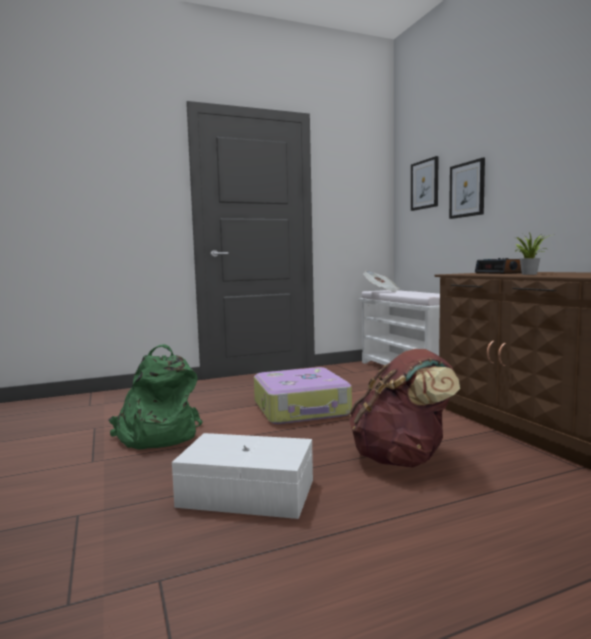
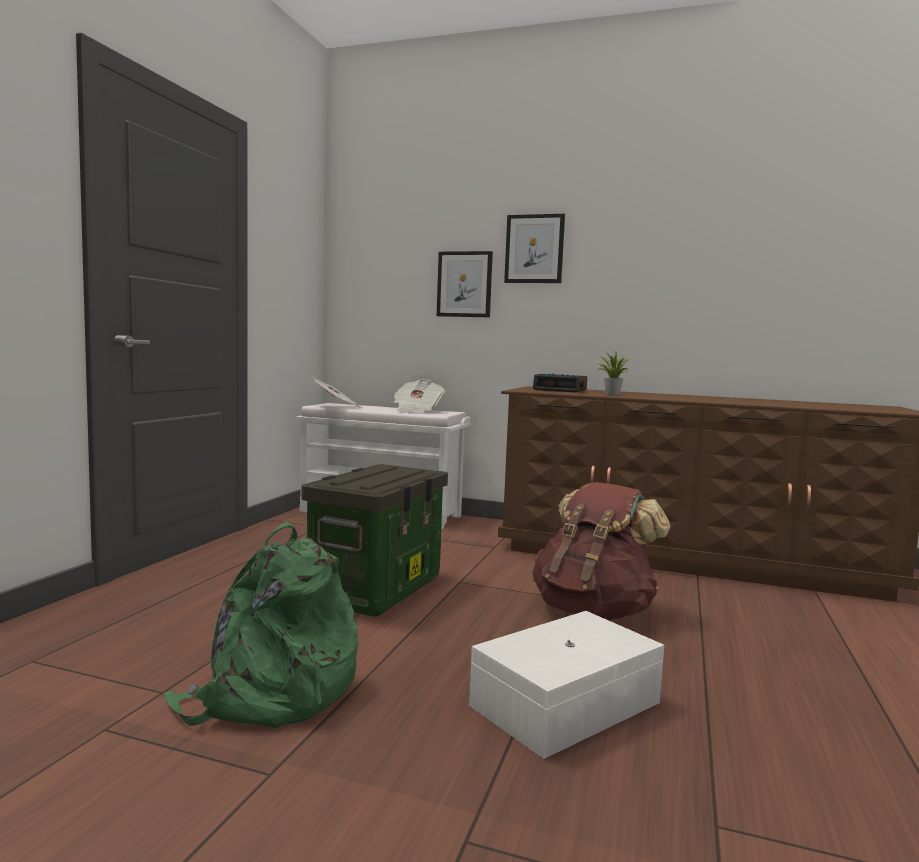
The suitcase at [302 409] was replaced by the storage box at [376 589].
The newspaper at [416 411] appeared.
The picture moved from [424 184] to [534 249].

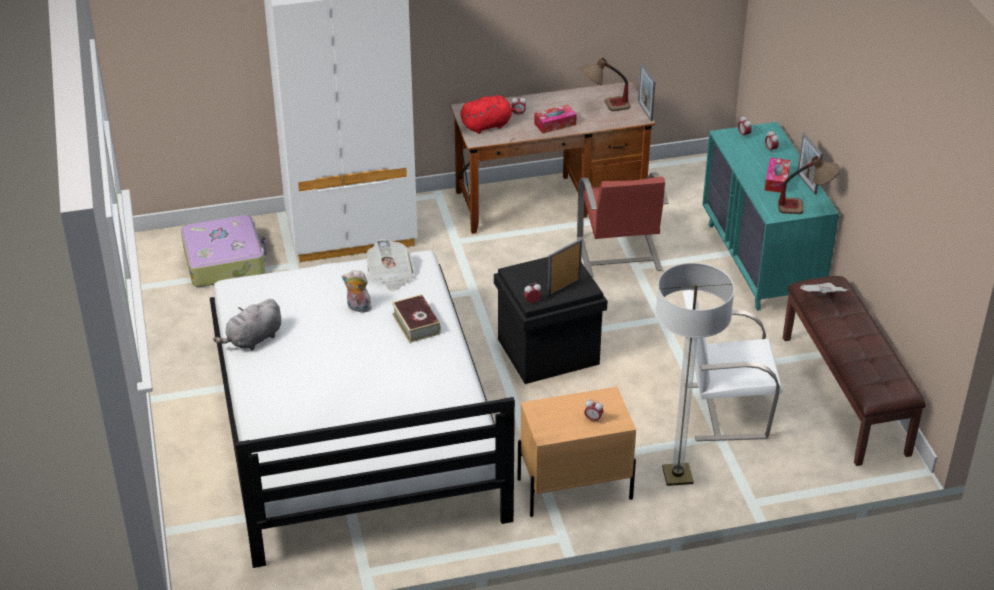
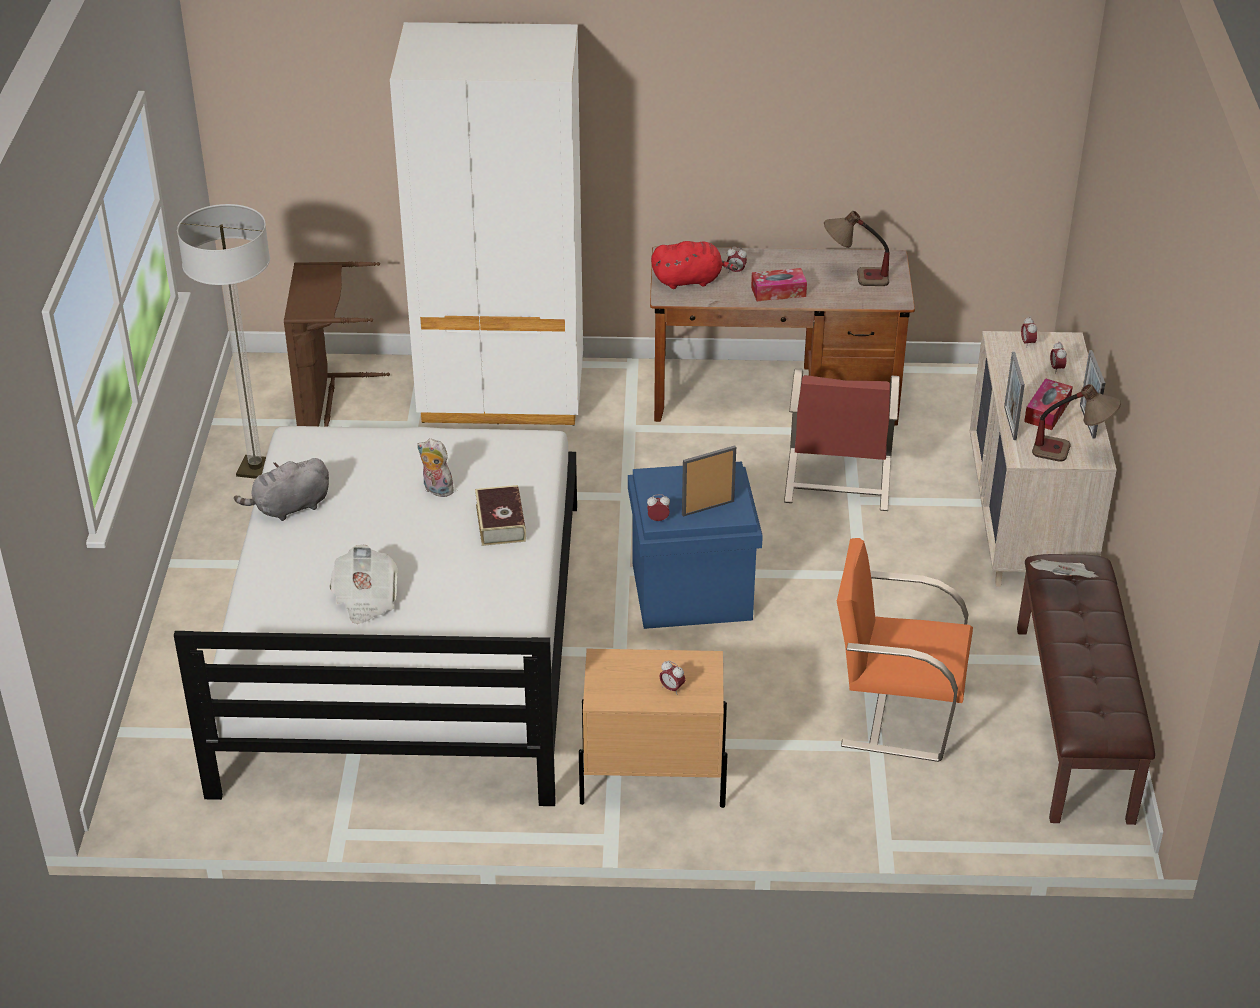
The floor lamp moved from [677 475] to [256 469].
The suitcase at [225 261] was replaced by the laundry basket (brown) at [331 406].
The newspaper moved from [391 275] to [365 599].
The storage box (black) at [547 352] became the storage box (blue) at [690 592].
The chair (white) at [723 410] became the chair (orange) at [895 712].
The dresser (turquoise) at [760 262] became the dresser (beige) at [1027 523].
The picture frame moved from [645 111] to [1010 423].

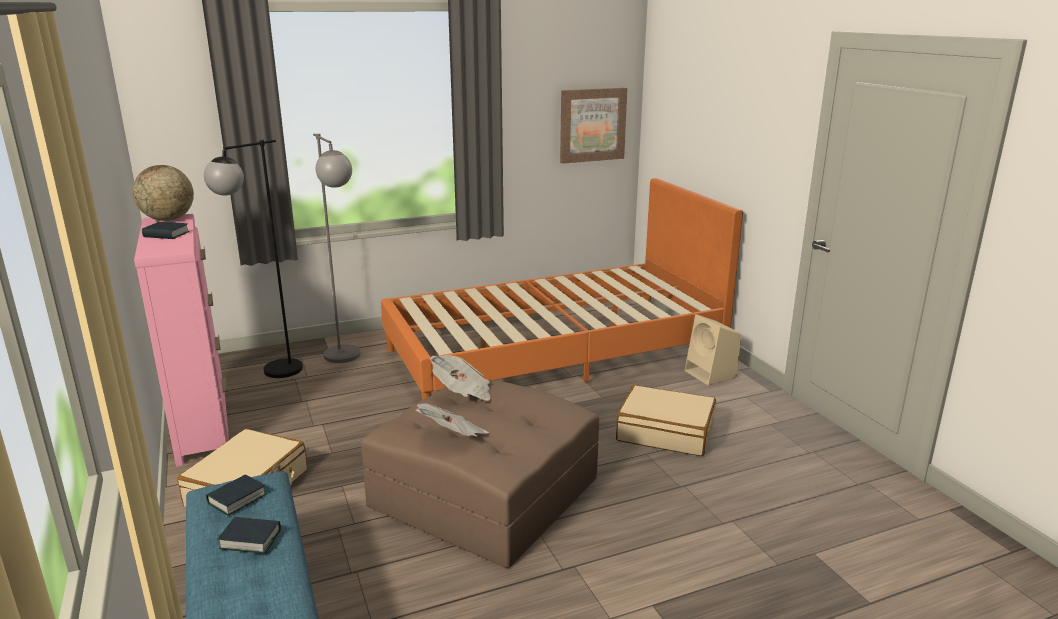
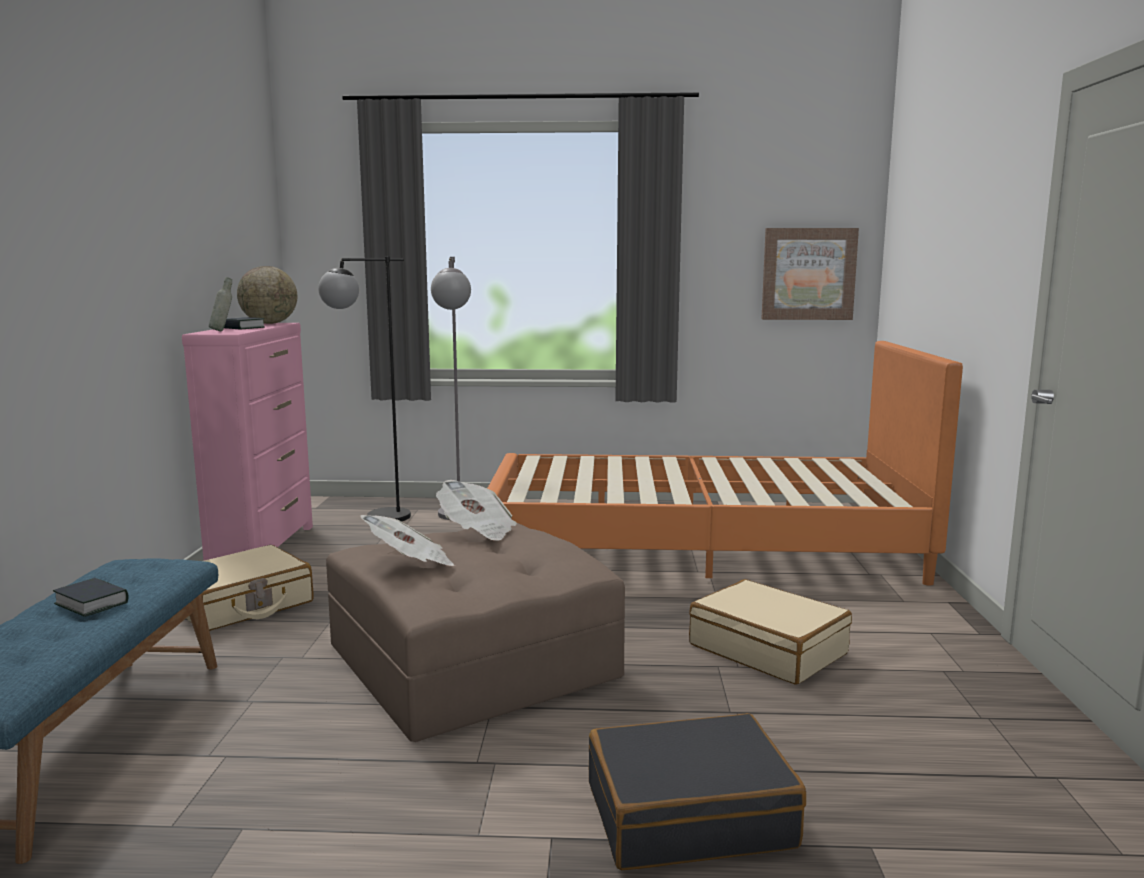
The bottle (grey) at [223 331] appeared.
The suitcase (black) at [689 814] appeared.
The book at [237 499] disappeared.
The speaker (beige) at [711 374] disappeared.

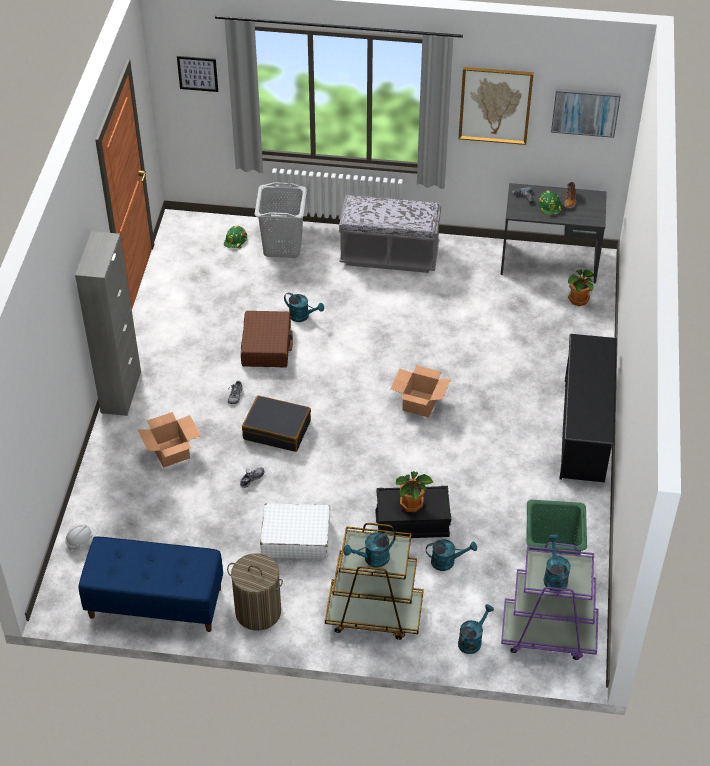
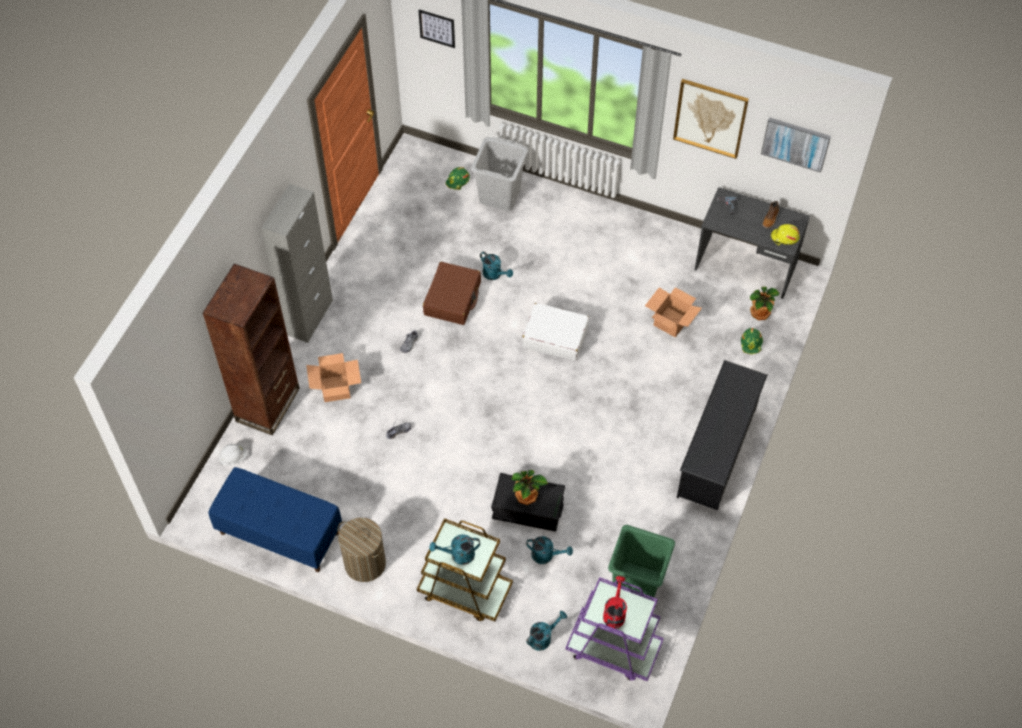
The bookcase (brown) at [268 405] appeared.
The suitcase (white) moved from [295 538] to [555 337].
The watering can (turquoise) at [554 576] became the watering can (red) at [614 612].
The cardboard box moved from [420 404] to [671 322].
The hard hat (green) moved from [550 207] to [751 343].
The hard hat (yellow) at [784 238] appeared.
The suitcase (black) at [277 430] disappeared.
The bench (grey) at [389 256] disappeared.

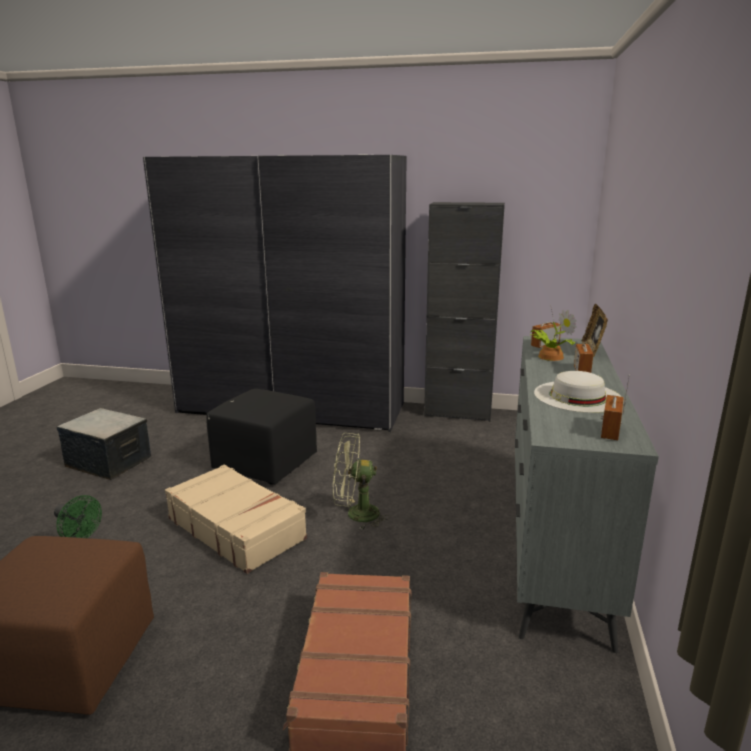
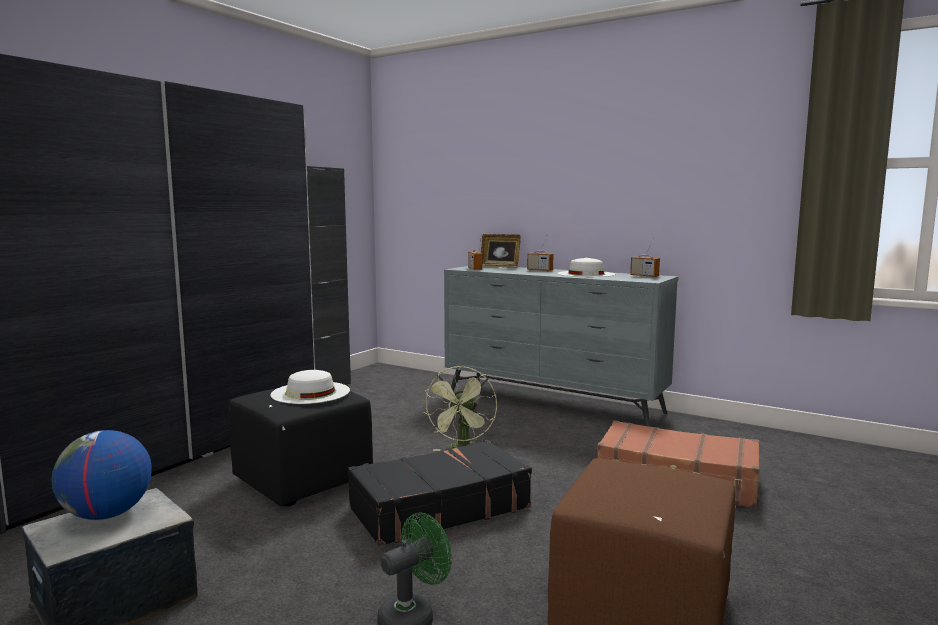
The globe at [106 515] appeared.
The hat (white) at [310 392] appeared.
The suitcase (beige) at [236 528] became the suitcase (black) at [438 507].
The potted plant at [549 357] disappeared.

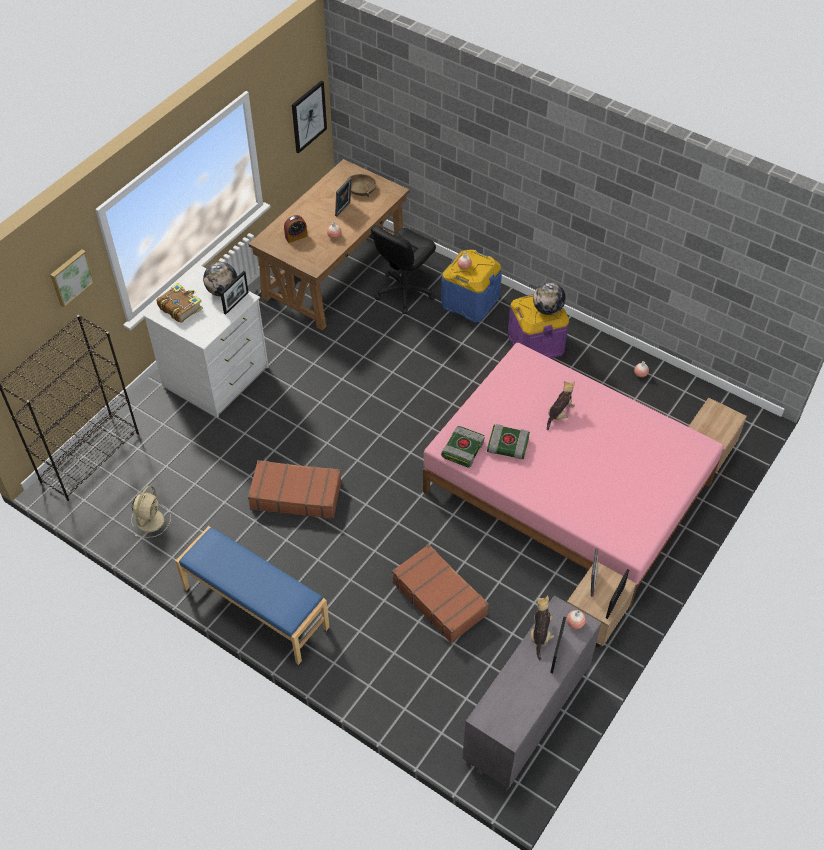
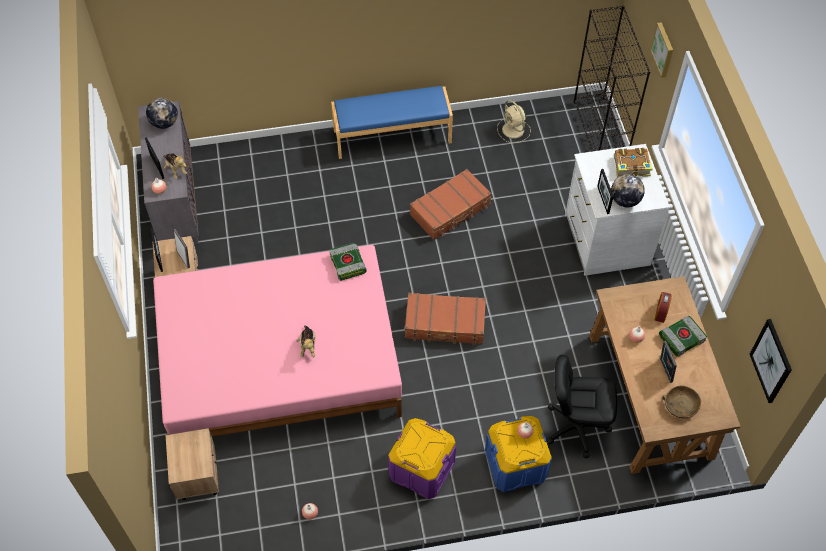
The globe moved from [547 309] to [164 123].
The suitcase (brown) moved from [439 598] to [445 324].
The office chair (black) at [404 292] turned 75 degrees counterclockwise.
The book moved from [507 446] to [681 337].

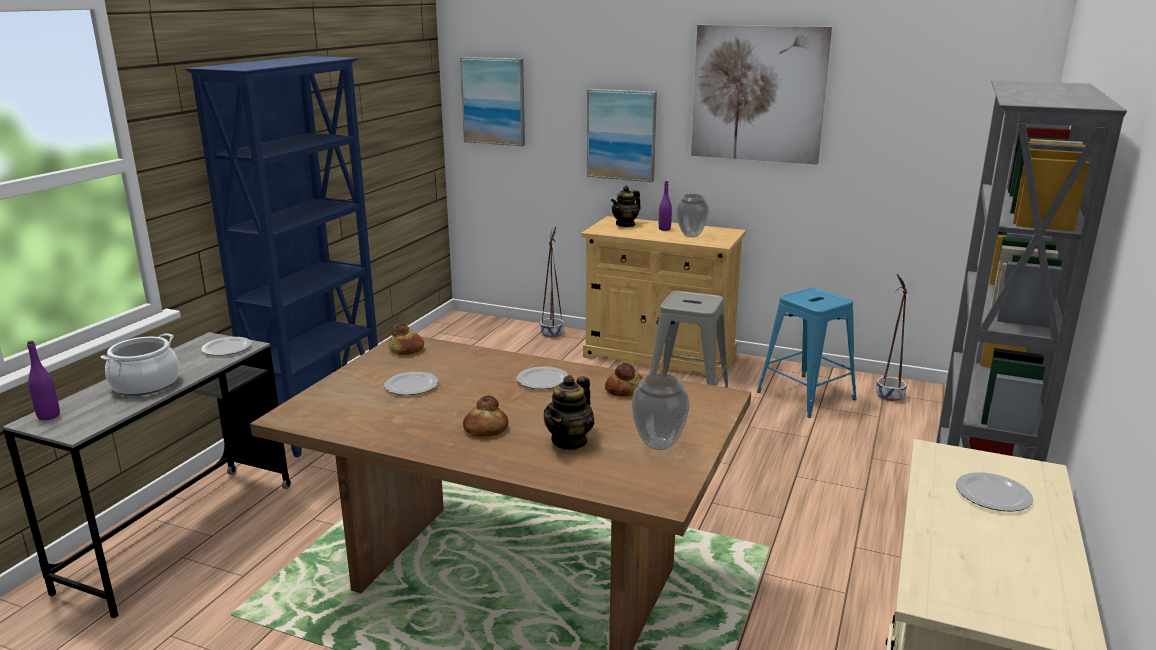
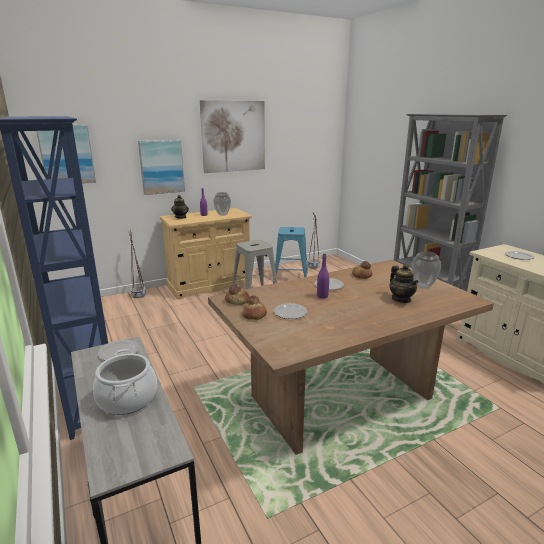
The bread moved from [485 429] to [254 315].
The bottle (purple) moved from [49 416] to [322 296].

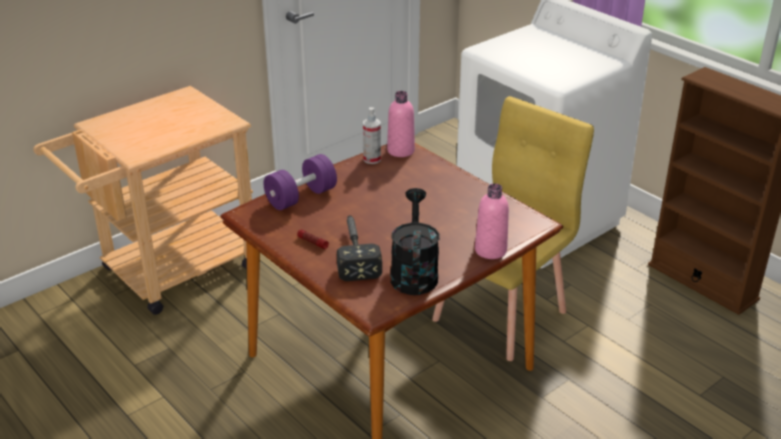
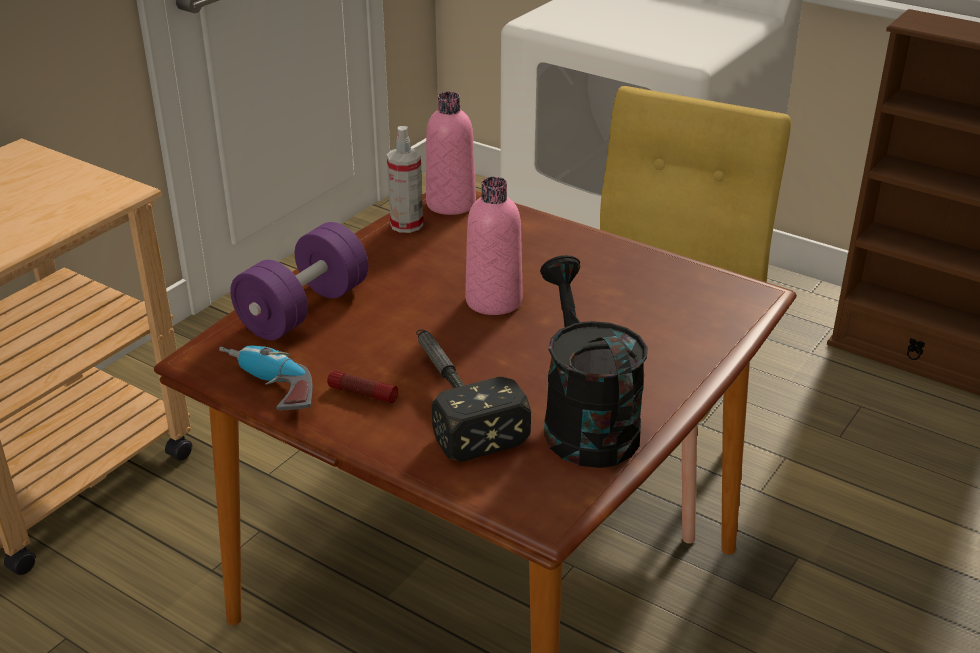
The power drill at [267 389] appeared.
The bottle (pink) moved from [490 250] to [493 301].

